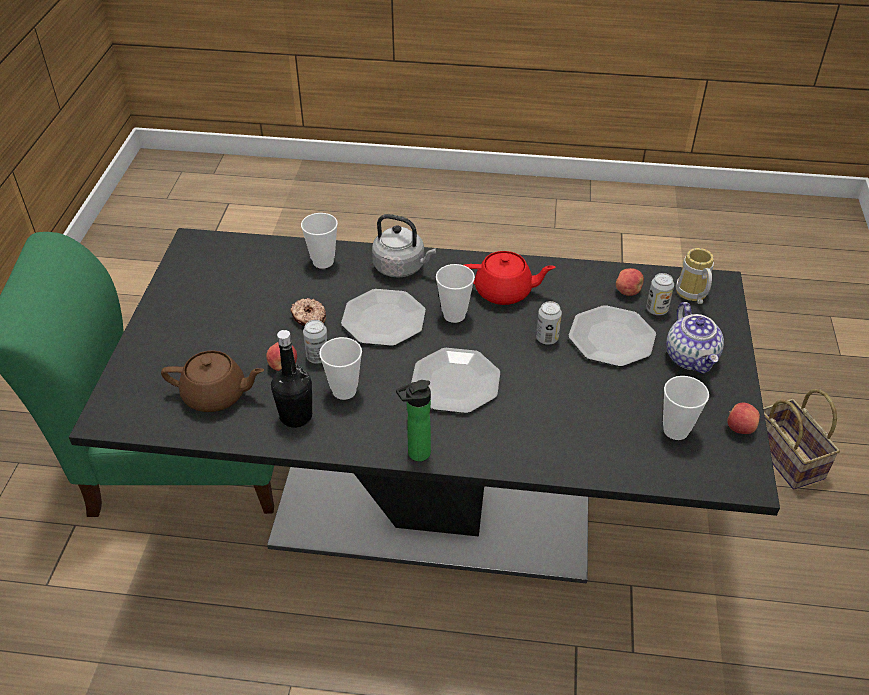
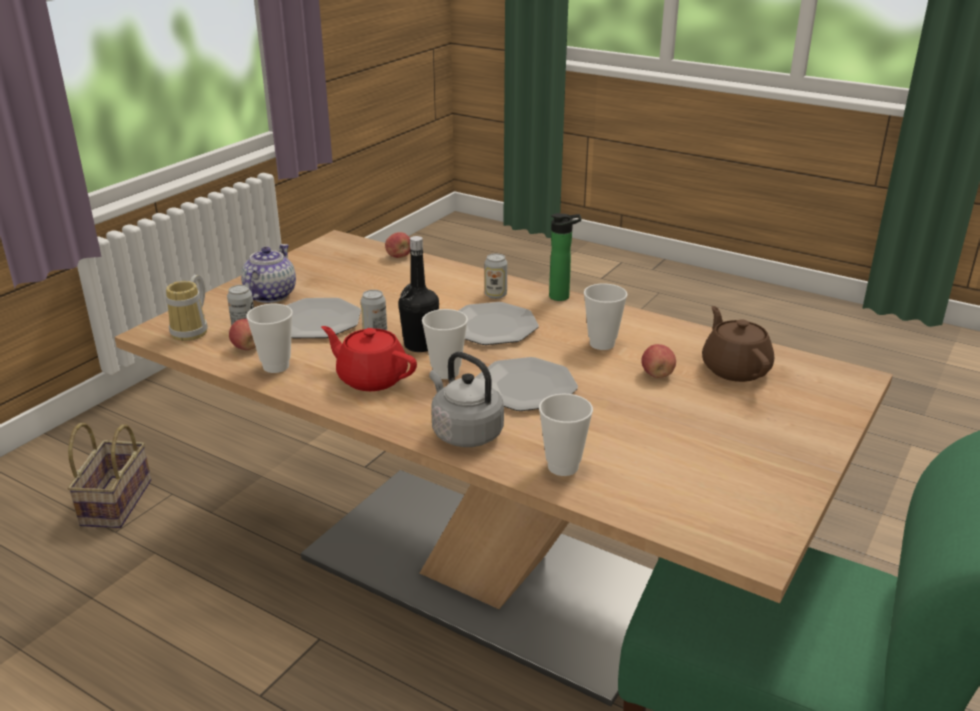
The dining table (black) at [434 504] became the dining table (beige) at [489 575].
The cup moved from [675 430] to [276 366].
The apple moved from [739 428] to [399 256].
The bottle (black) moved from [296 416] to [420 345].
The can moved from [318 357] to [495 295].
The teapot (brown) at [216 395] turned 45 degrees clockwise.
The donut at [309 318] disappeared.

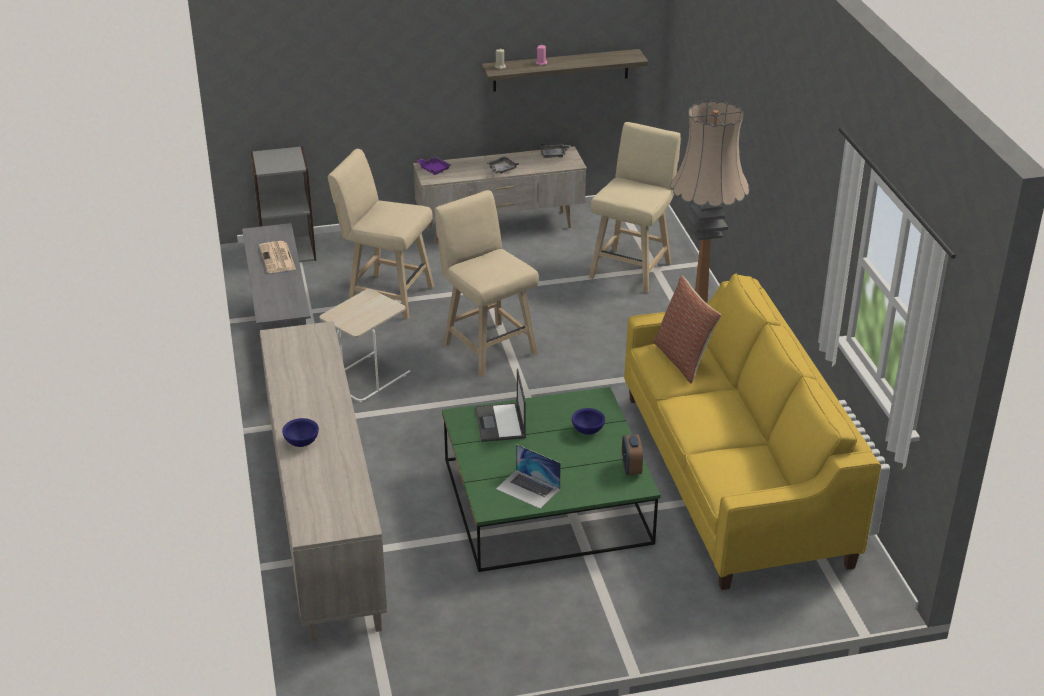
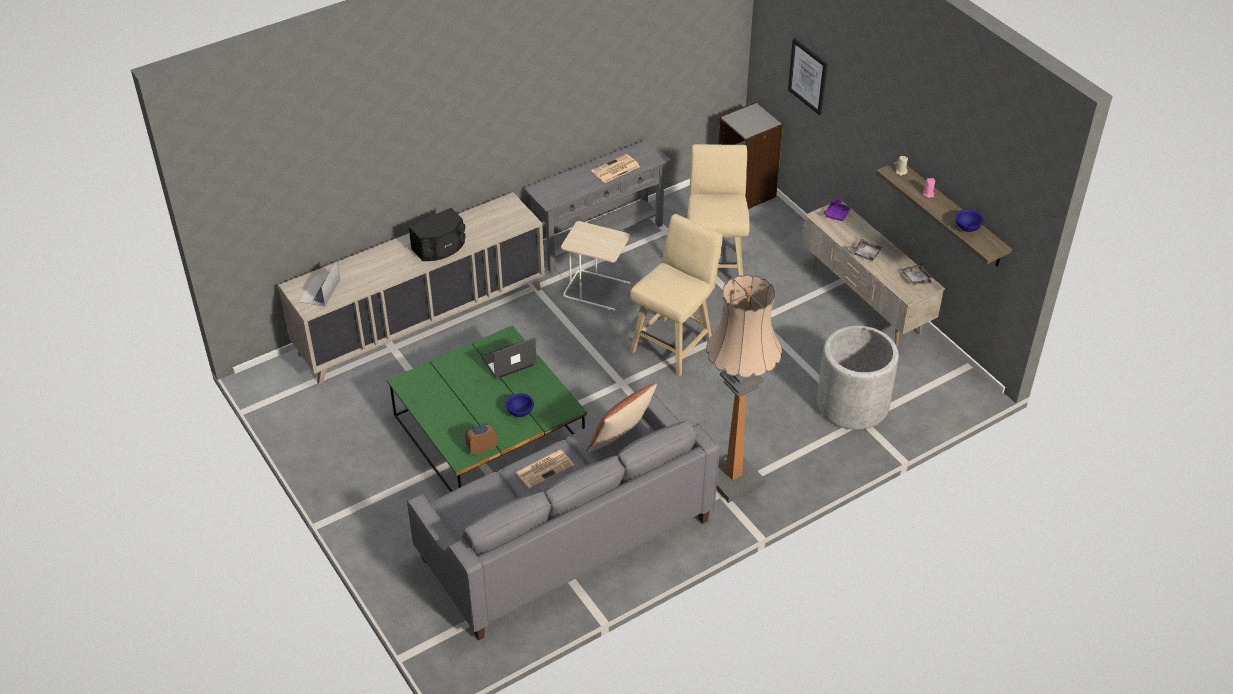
The laptop moved from [528 489] to [320 291].
The sofa (yellow) at [734 478] became the sofa (grey) at [565 539].
The speaker (black) at [440 247] appeared.
The newspaper at [545 468] appeared.
The picture at [808 76] appeared.
The stool (beige) at [632 268] was replaced by the planter (grey) at [852 404].
The bowl (blue) moved from [302 442] to [967 228].

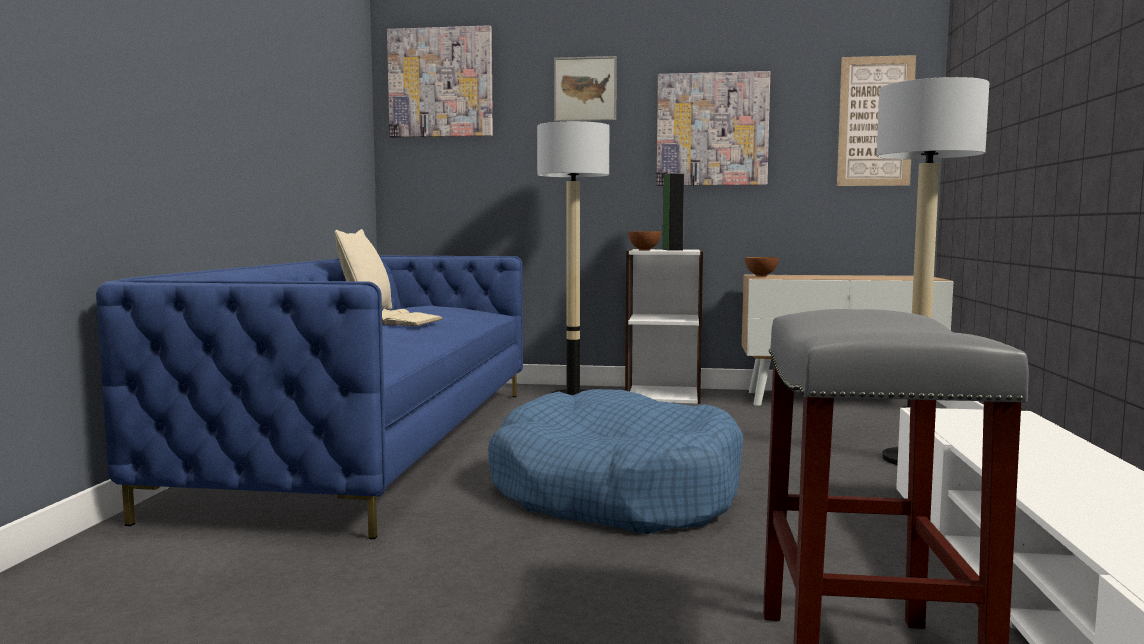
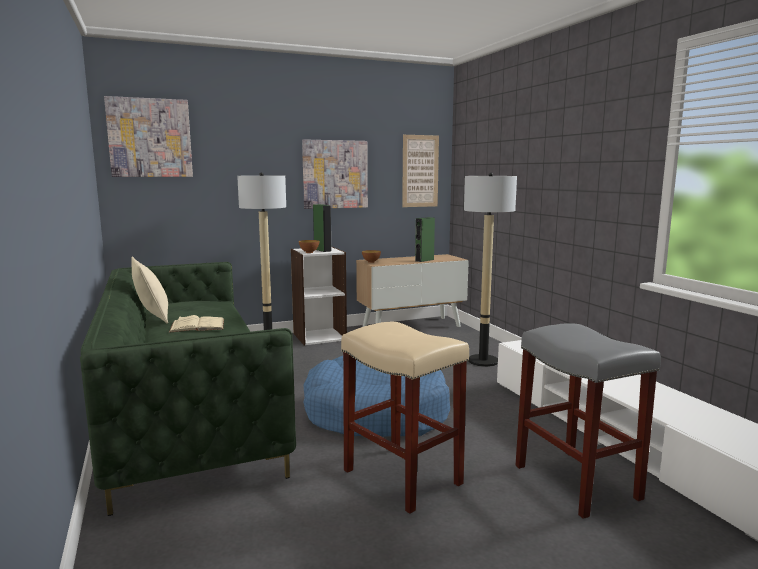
The sofa (blue) at [374 442] became the sofa (green) at [188 407].
The stool (beige) at [400 476] appeared.
The speaker (green) at [424 260] appeared.
The picture at [585 89] disappeared.

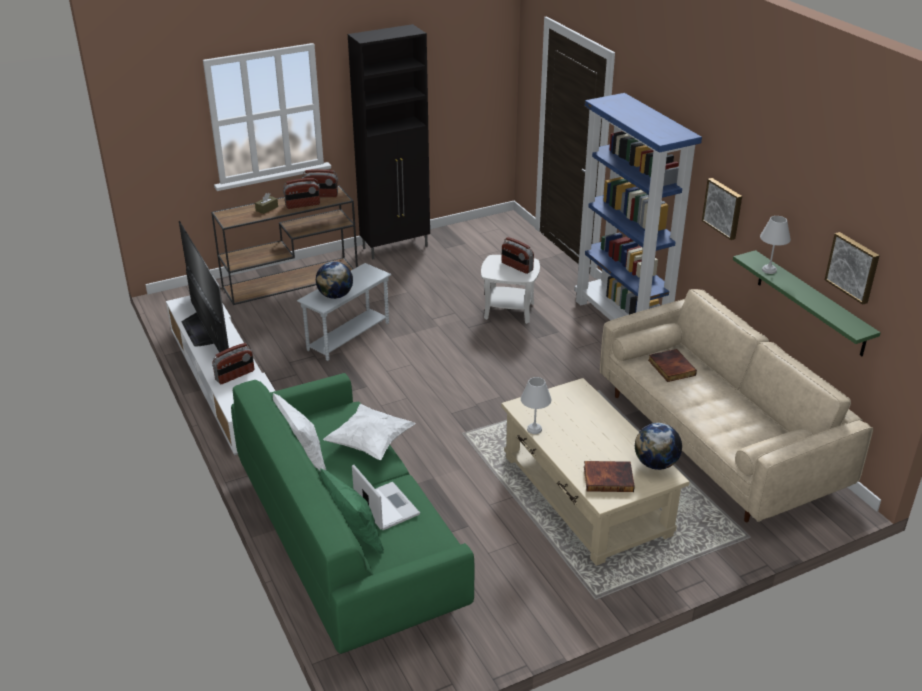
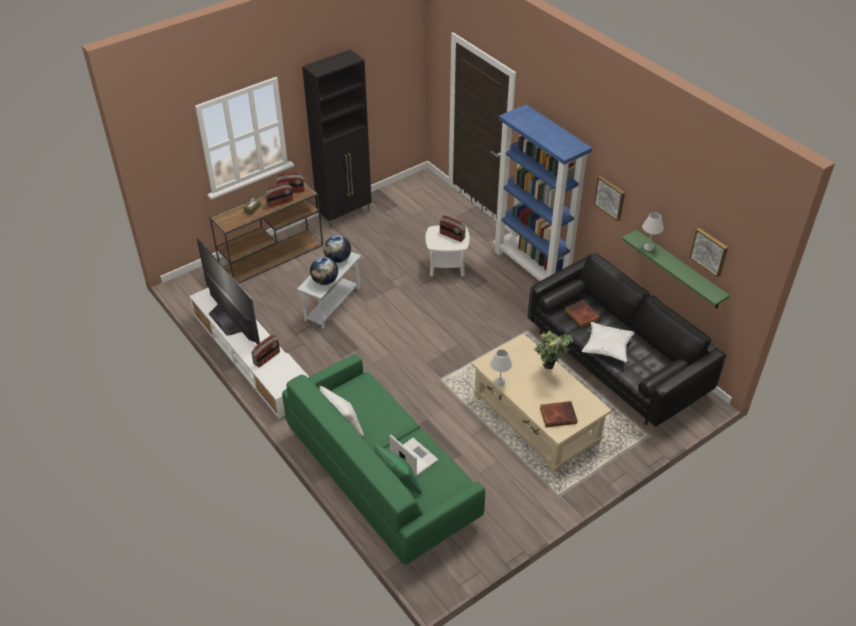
The globe moved from [656 464] to [338 259].
The sofa (beige) at [717 440] became the sofa (black) at [616 361].
The potted plant at [549 374] appeared.
The pillow (white) moved from [370 443] to [607 349].

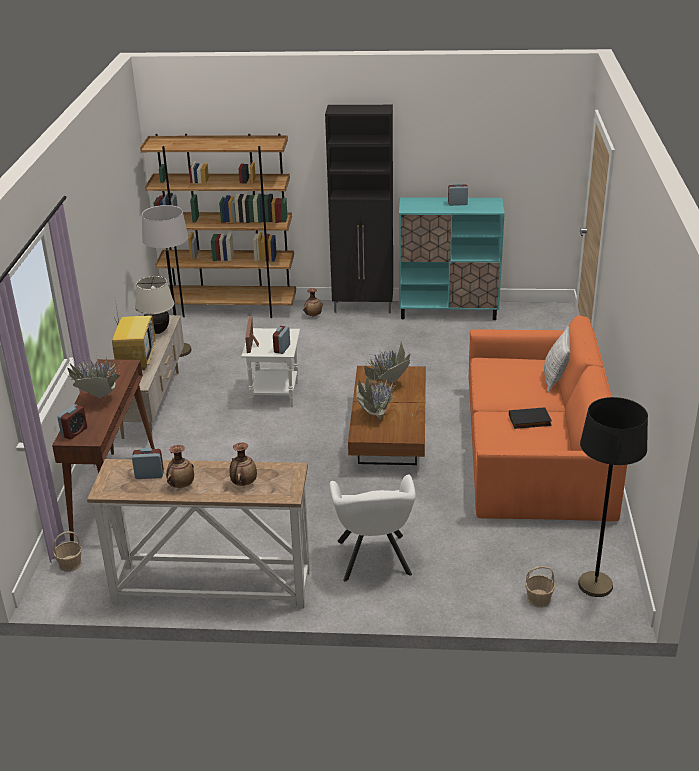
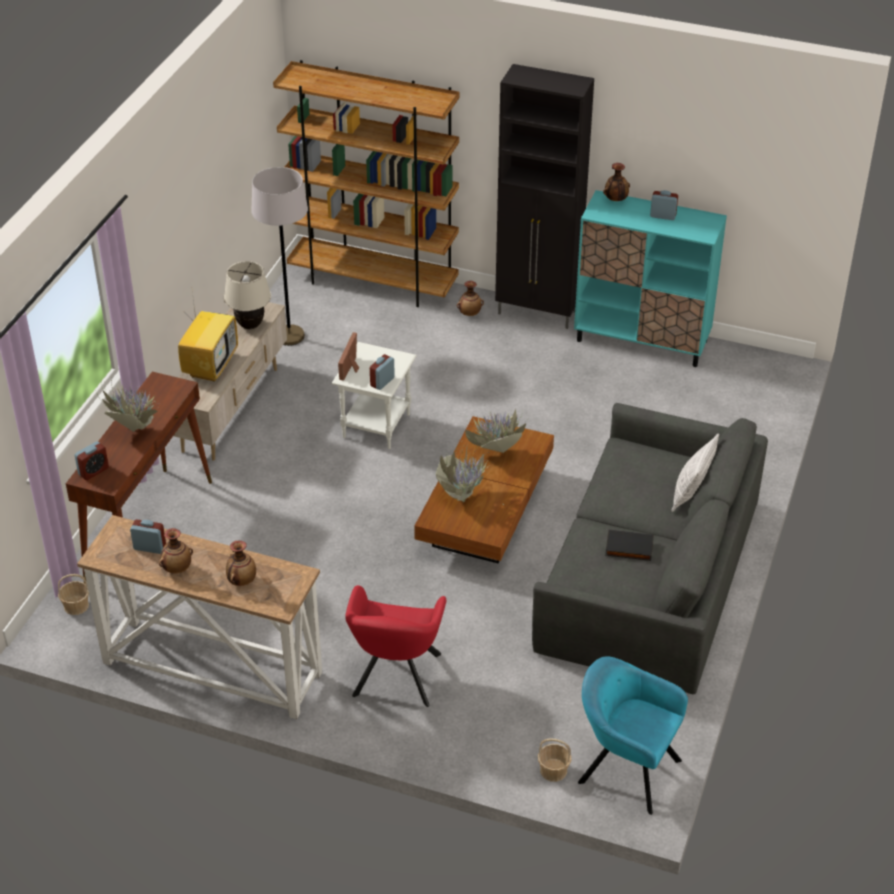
The armchair (white) at [374 561] became the armchair (red) at [395 679].
The sofa (orange) at [536 451] became the sofa (grey) at [649 576].
The floor lamp (black) at [595 585] was replaced by the armchair (turquoise) at [625 769].
The vase at [616 200] appeared.

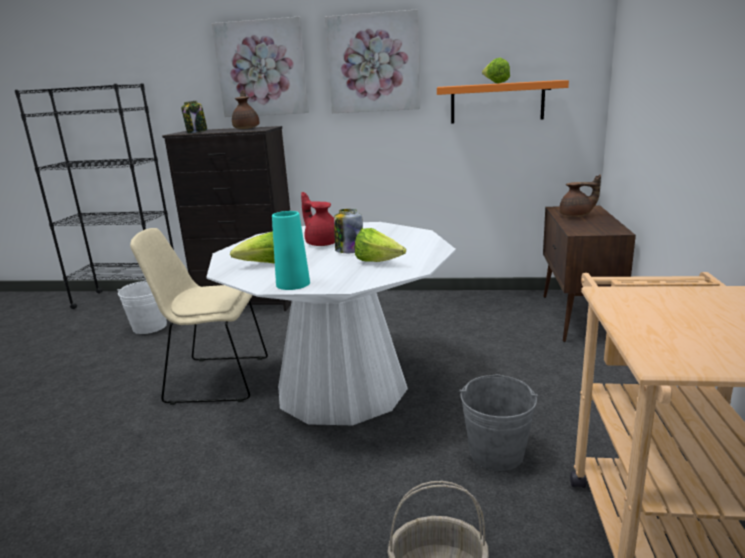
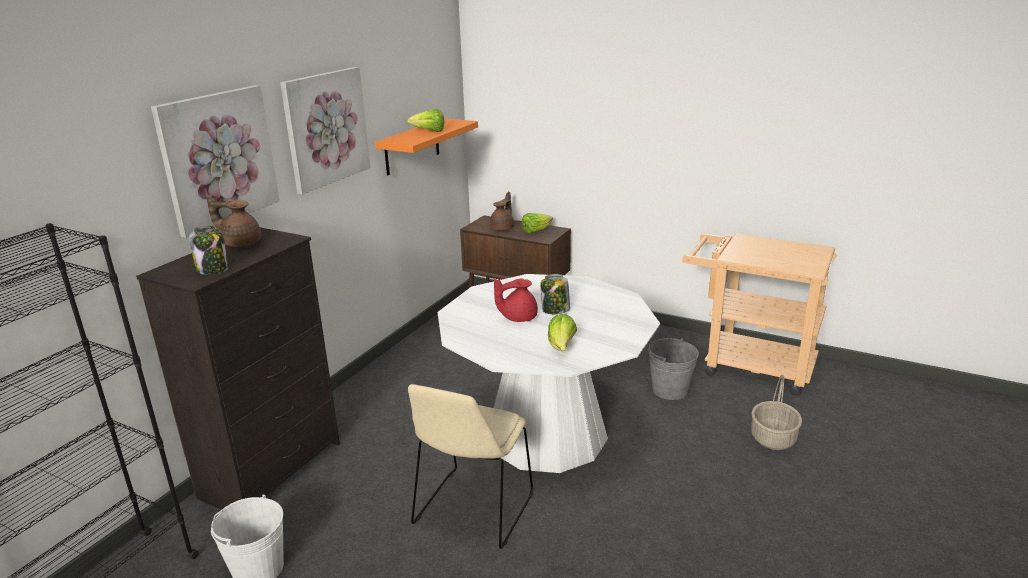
The lettuce moved from [378 262] to [536 231].
The vase (turquoise) at [293 284] disappeared.

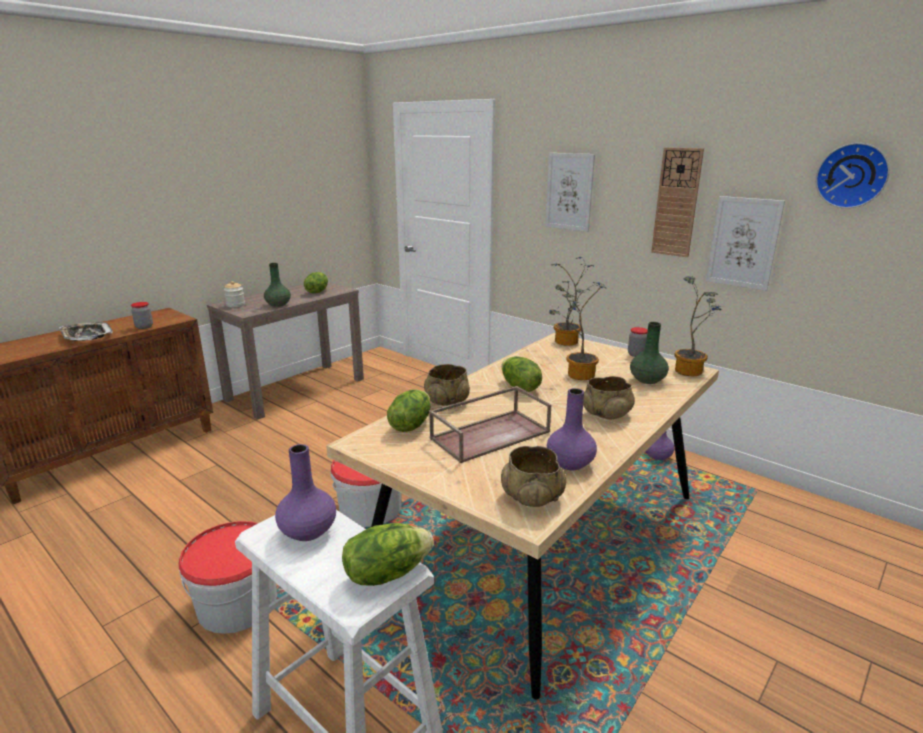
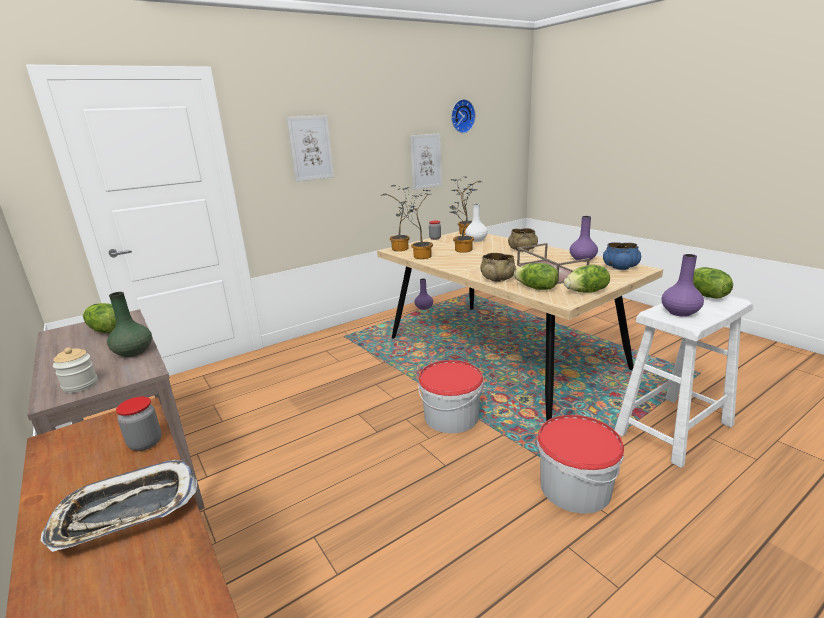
The potted plant at [419 256] appeared.
The vase (green) at [647 380] became the vase (white) at [476 240].
The lettuce moved from [519 387] to [586 292].
The bowl (beige) at [532 496] became the bowl (blue) at [620 267].
The wall clock at [677 202] disappeared.

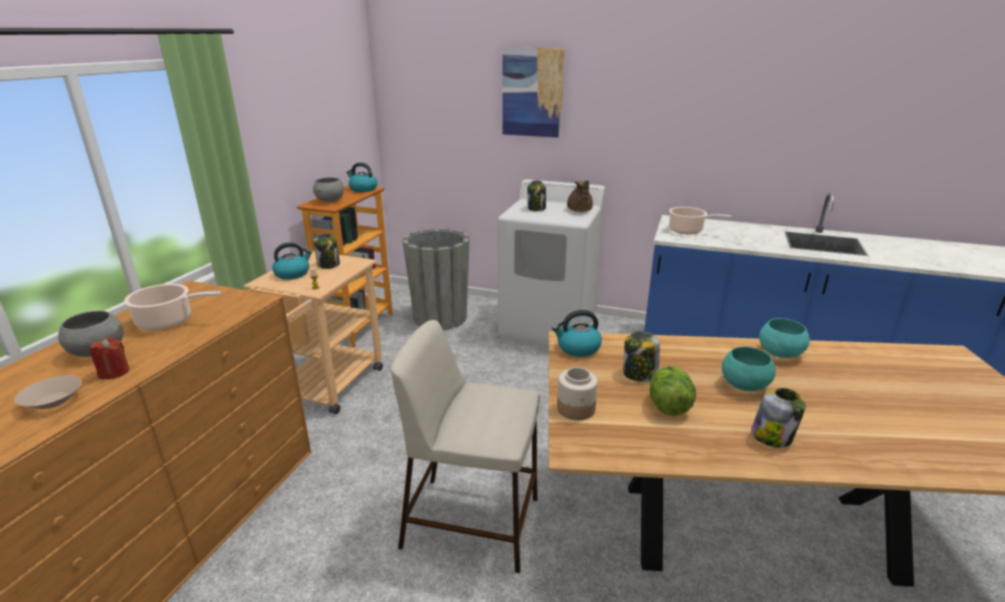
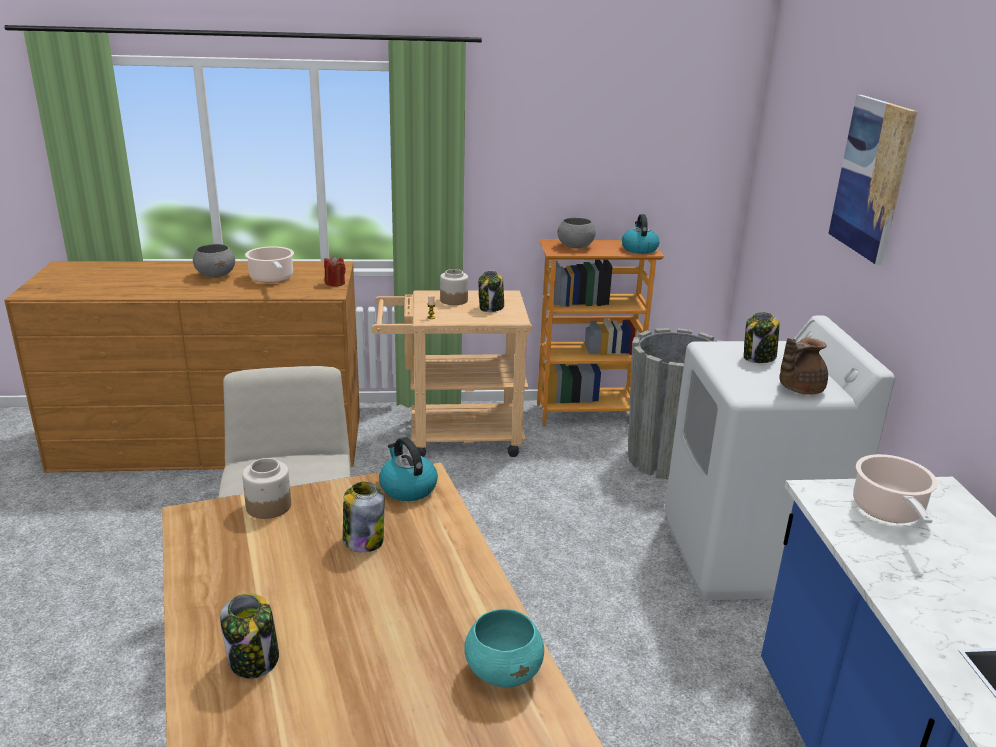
The candle (red) moved from [114 372] to [335 283].
The kettle at [293 274] was replaced by the jar at [454 300].
The bowl (beige) at [53 402] disappeared.
The lettuce at [668 406] disappeared.
The bowl (turquoise) at [744 385] disappeared.

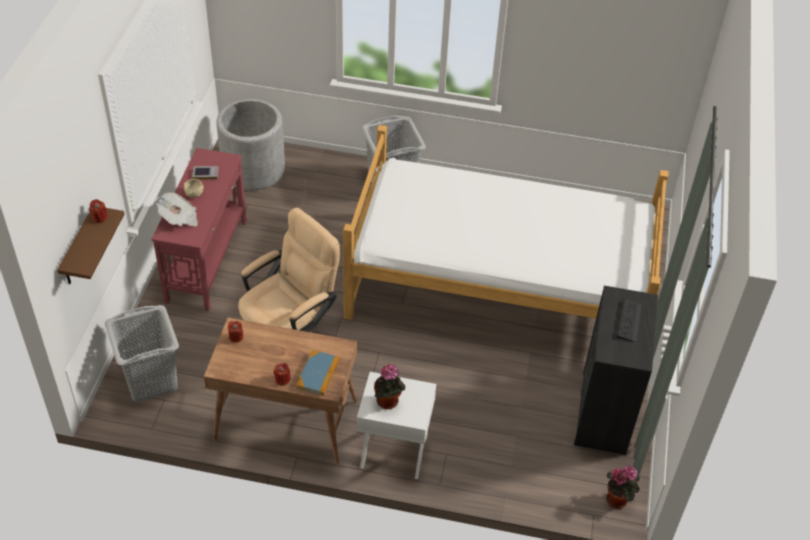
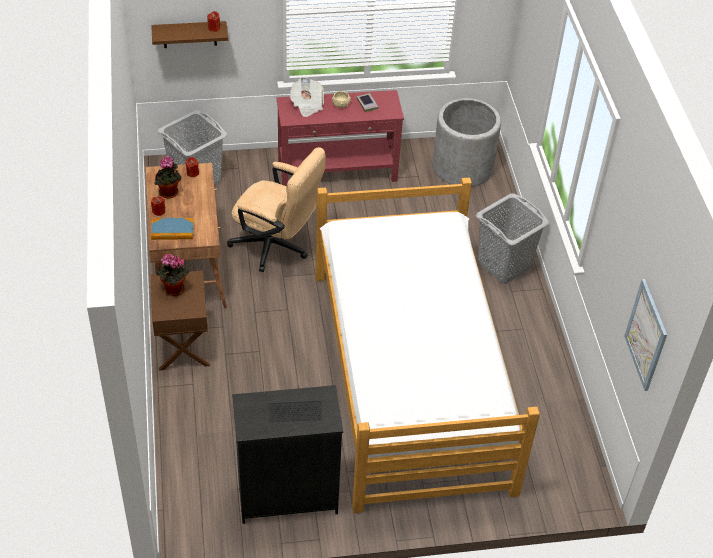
The nightstand (white) at [394 451] became the nightstand (brown) at [182 347].
The potted plant moved from [619 499] to [169 193].
The picture at [646 335] appeared.

